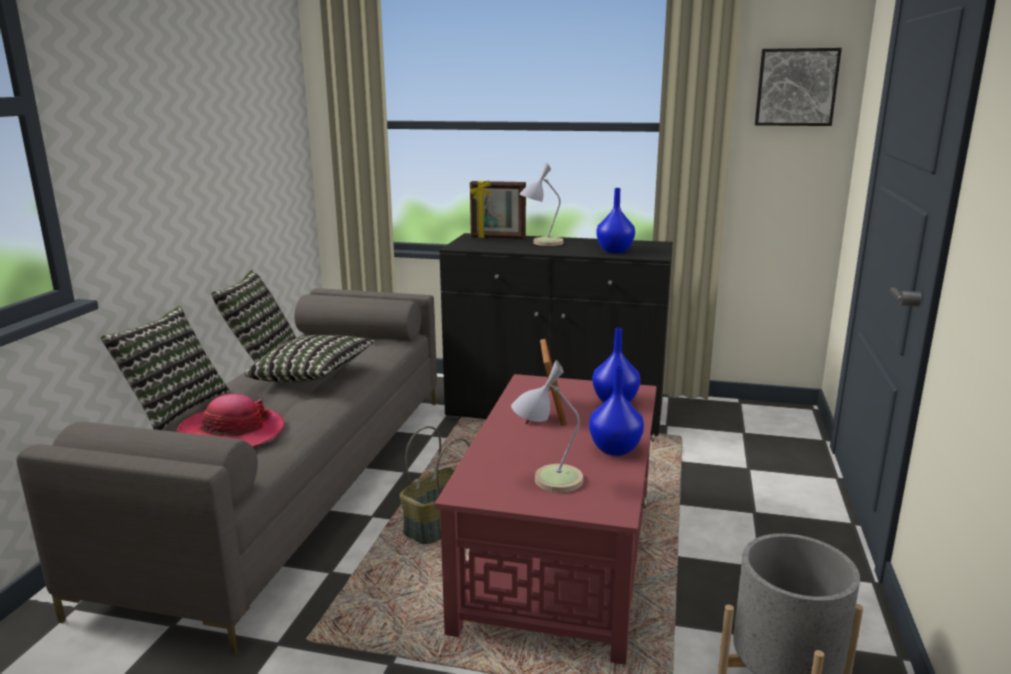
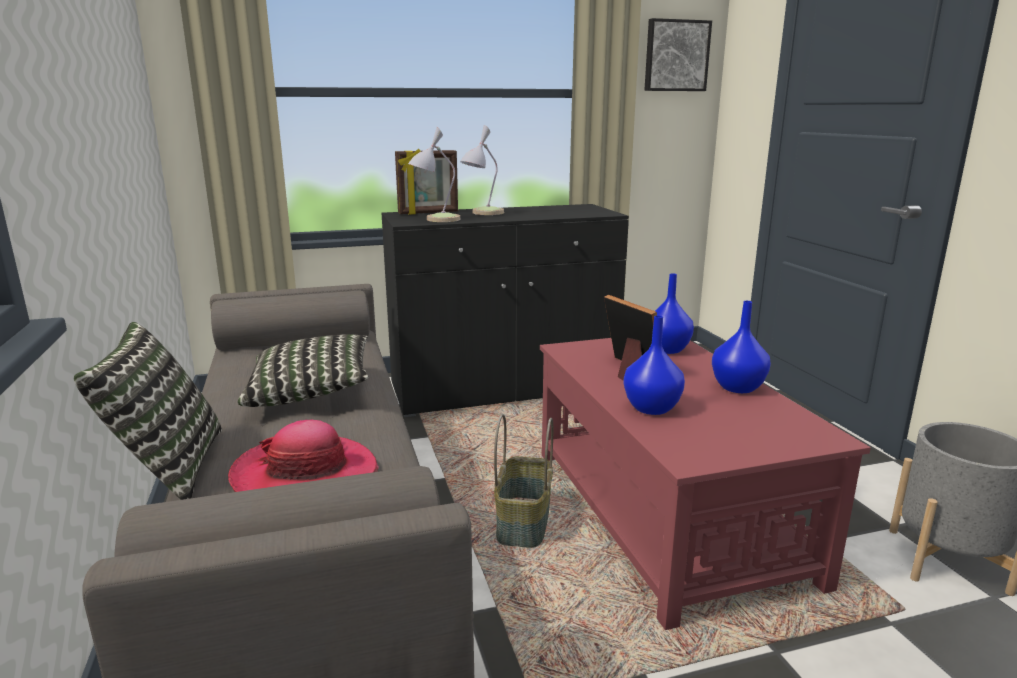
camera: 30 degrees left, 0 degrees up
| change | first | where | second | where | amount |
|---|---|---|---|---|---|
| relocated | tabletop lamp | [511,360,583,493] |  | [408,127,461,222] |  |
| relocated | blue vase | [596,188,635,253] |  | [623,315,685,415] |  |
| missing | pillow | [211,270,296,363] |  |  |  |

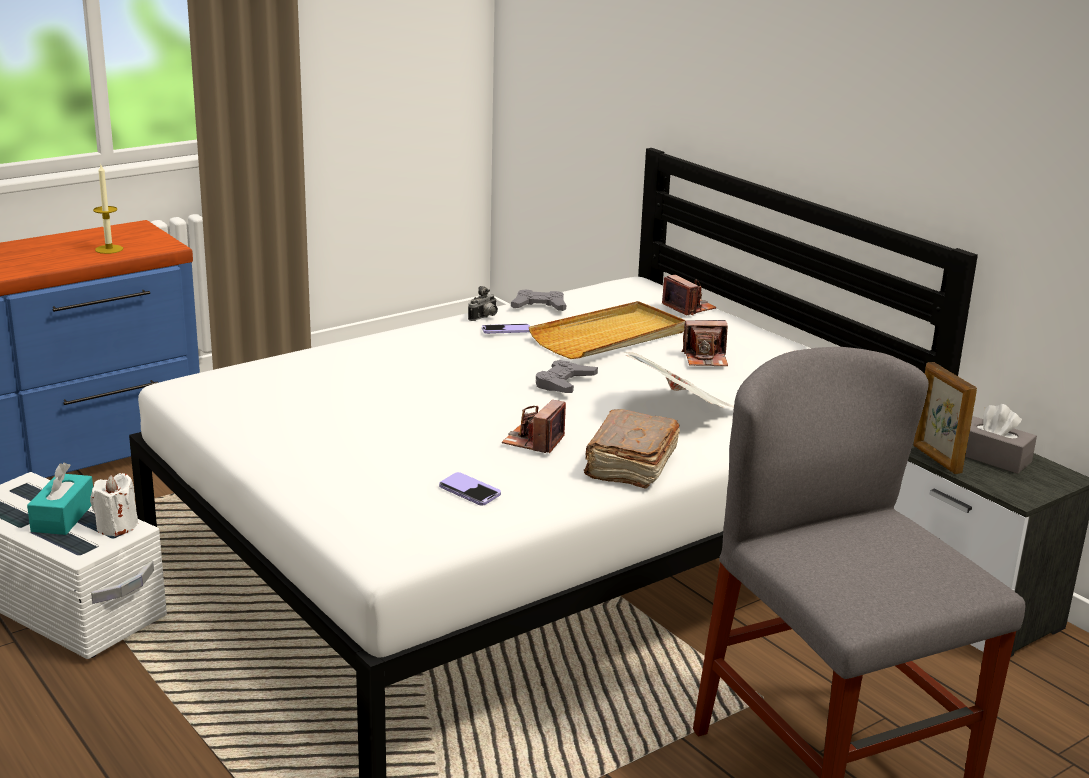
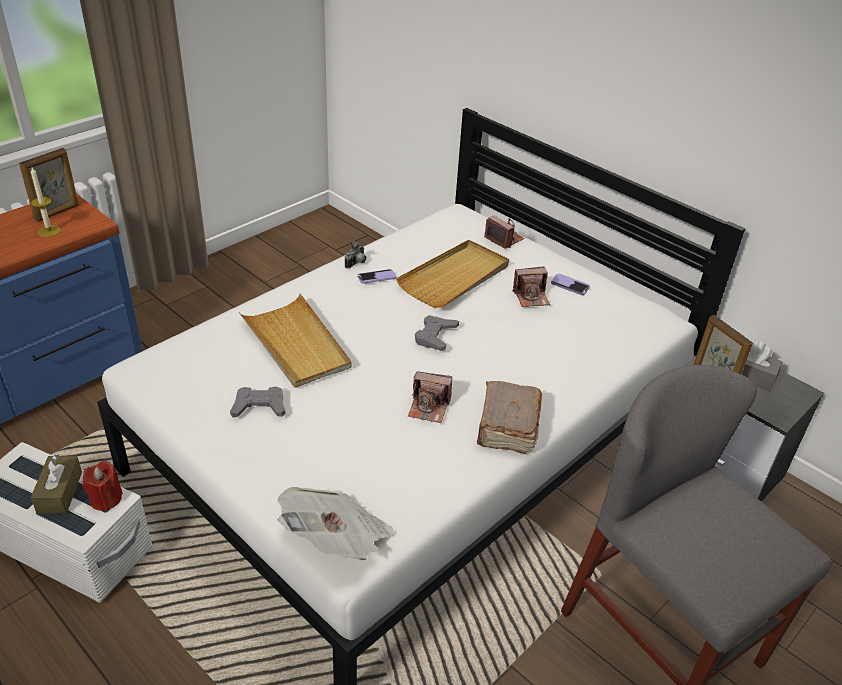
camera: 10 degrees left, 15 degrees up
| change | first | where | second | where | amount |
|---|---|---|---|---|---|
| appeared |  |  | standing frame | [19,148,79,222] |  |
| colour | turquoise box of tissues | [27,462,93,535] | brownish box of tissues | [31,454,82,514] |  |
| colour | whitish wax light | [90,473,138,537] | reddish wax light | [82,461,123,511] |  |
| relocated | grey gamepad | [511,289,566,311] |  | [230,387,286,418] |  |
| appeared |  |  | sand-coloured carrying tray | [239,294,352,388] |  |
| relocated | printed paper | [623,352,734,408] |  | [277,487,394,561] |  |
| spun | photo camera | [502,400,566,453] |  | [408,371,452,423] | 90 degrees counterclockwise |
| relocated | phone | [439,472,501,506] |  | [551,274,590,295] |  |

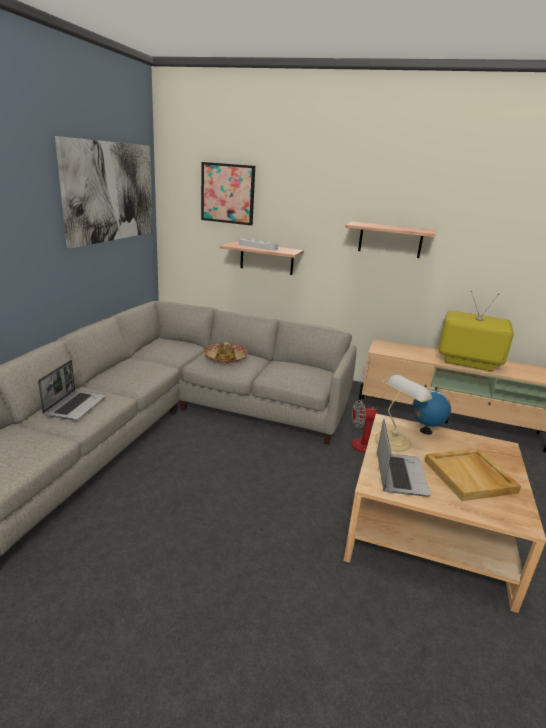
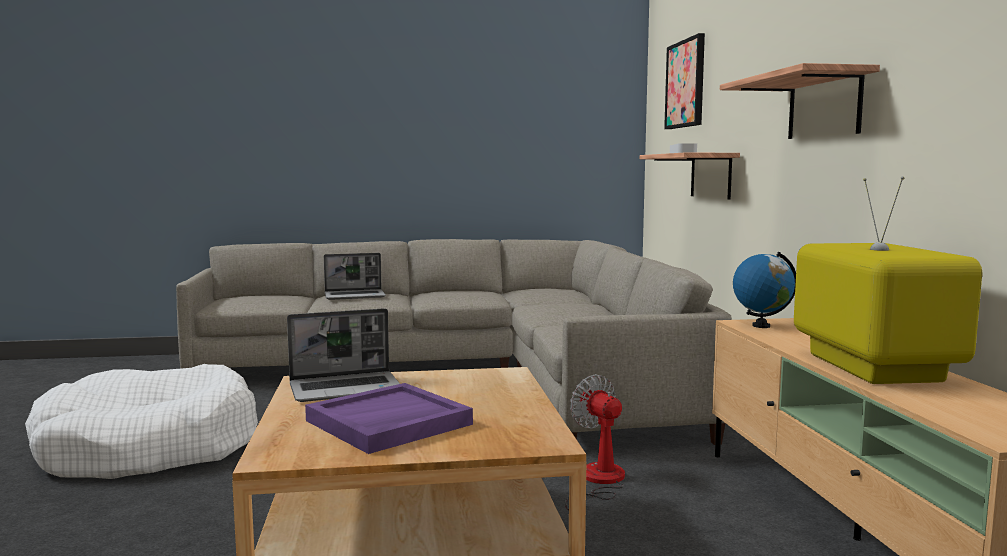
camera: 65 degrees right, 15 degrees down
| change | first | where | second | where | amount |
|---|---|---|---|---|---|
| appeared |  |  | whitish pet bed | [25,364,258,479] |  |
| colour | sand-coloured carrying tray | [425,449,521,501] | purple carrying tray | [305,383,473,454] |  |
| relocated | globe | [412,387,451,435] |  | [733,252,796,328] |  |
| missing | wall picture | [55,136,153,249] |  |  |  |
| missing | hat | [203,342,248,364] |  |  |  |
| missing | tabletop lamp | [375,375,432,451] |  |  |  |

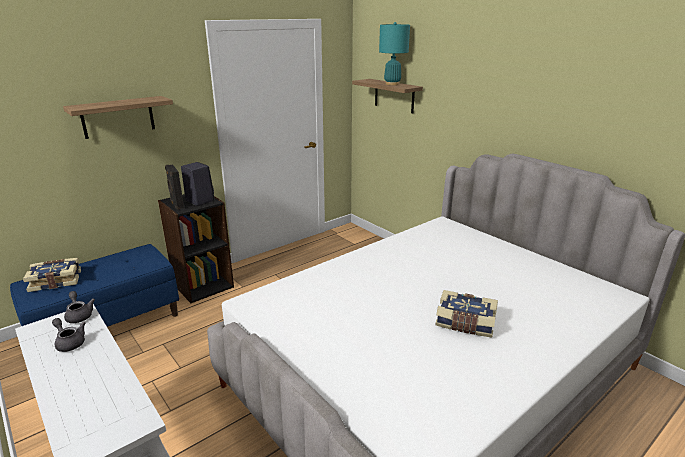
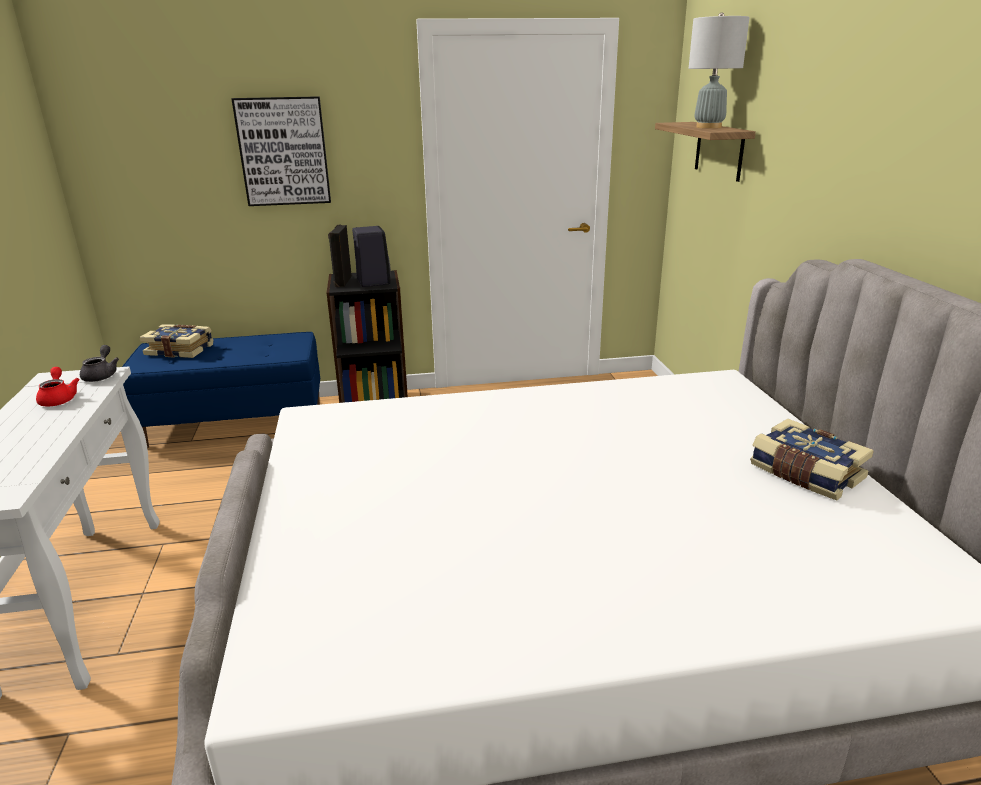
camera: 30 degrees right, 0 degrees up
| change | first | where | second | where | amount |
|---|---|---|---|---|---|
| colour | grey pot for tea | [52,318,85,352] | reddish pot for tea | [36,367,80,407] |  |
| exchanged | shelf | [63,96,173,139] | wall picture | [231,96,331,206] |  |
| colour | turquoise tabletop lamp | [379,22,410,85] | grey tabletop lamp | [688,12,750,128] |  |
| relocated | book | [436,290,498,338] |  | [750,418,874,501] |  |

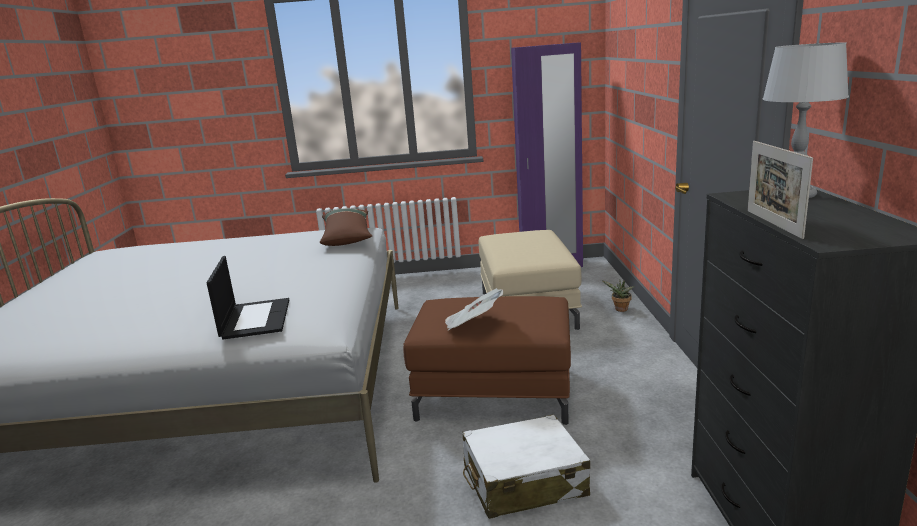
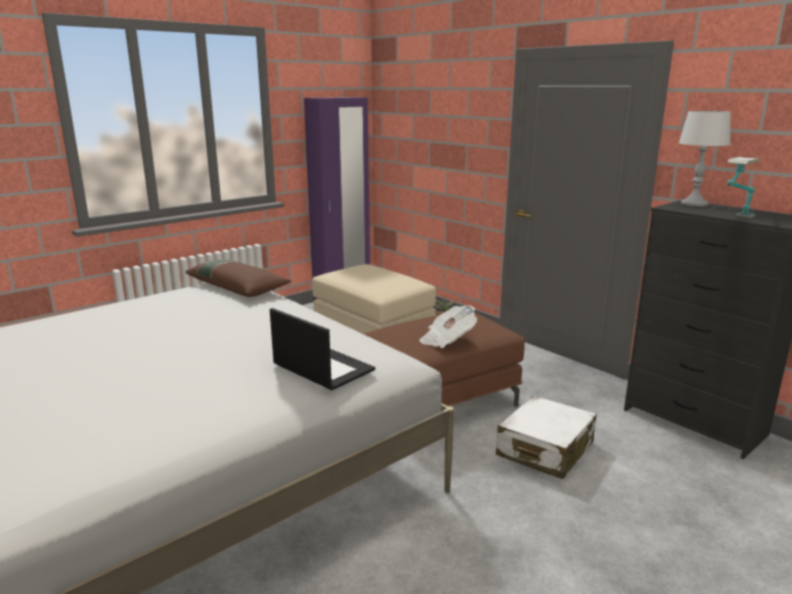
camera: 40 degrees left, 0 degrees up
| change | first | where | second | where | amount |
|---|---|---|---|---|---|
| exchanged | standing frame | [747,141,813,239] | tabletop lamp | [727,157,759,218] |  |

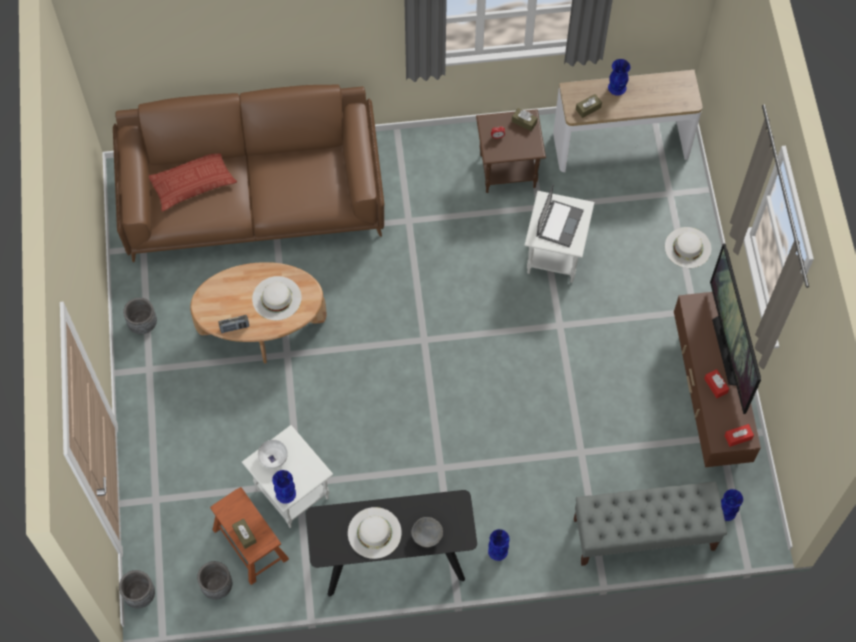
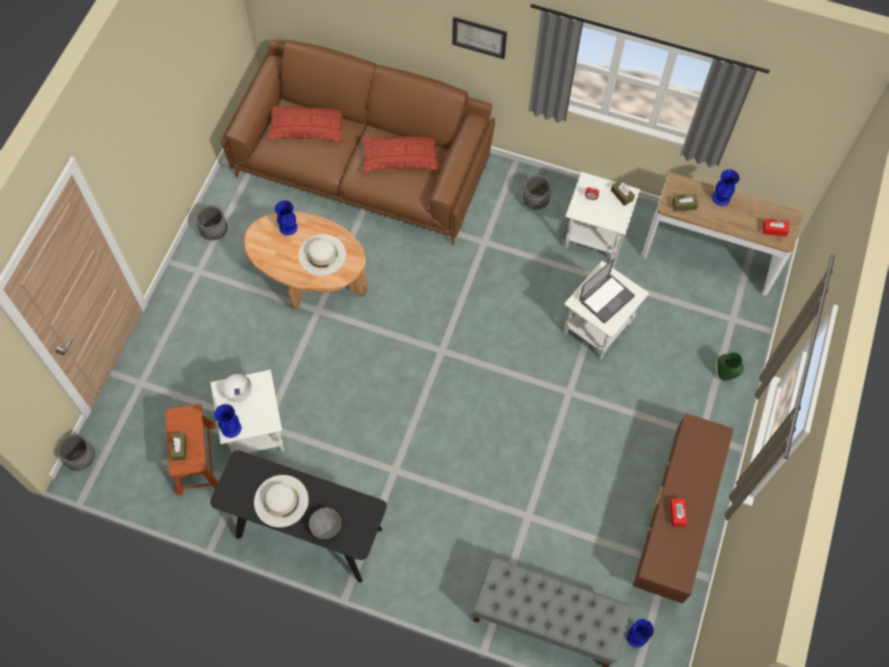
camera: 25 degrees right, 0 degrees up
| change | first | where | second | where | amount |
|---|---|---|---|---|---|
| relocated | blue vase | [488,529,510,561] |  | [275,200,298,236] |  |
| appeared |  |  | pillow | [362,136,440,172] |  |
| appeared |  |  | wall picture | [452,17,507,59] |  |
| relocated | grey planter | [197,561,232,599] |  | [523,175,552,210] |  |
| colour | brownish side table | [476,109,546,193] | whitish side table | [565,172,640,261] |  |
| exchanged | whitish hat | [665,227,711,268] | greenish vase | [717,352,743,381] |  |
| relocated | reddish box of tissues | [724,424,754,447] |  | [763,218,789,237] |  |
| missing | radio set | [219,315,249,333] |  |  |  |
| missing | TV | [710,243,761,414] |  |  |  |

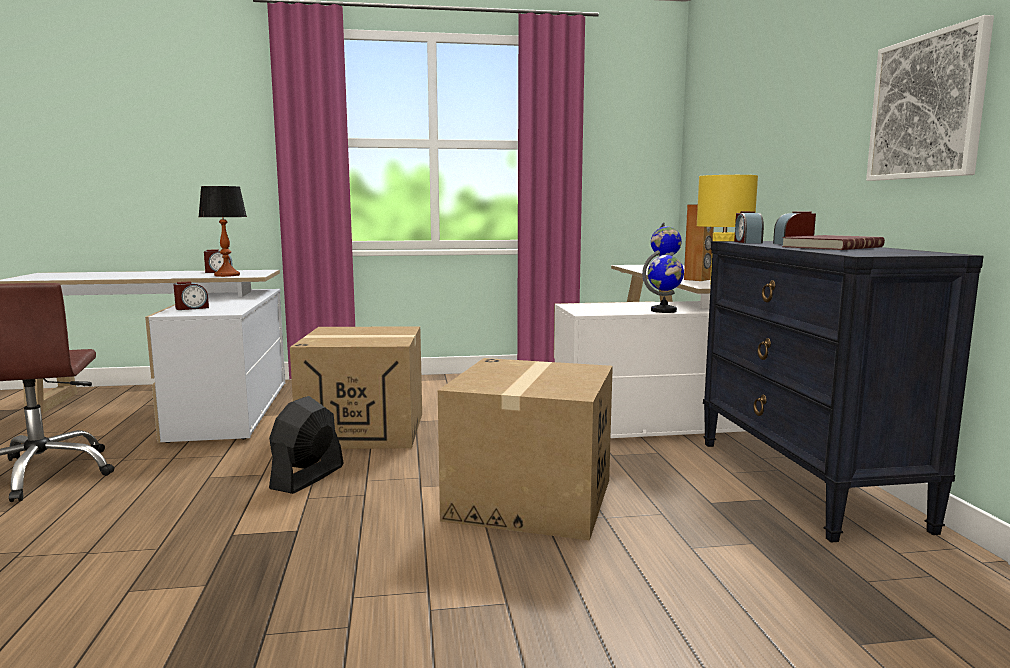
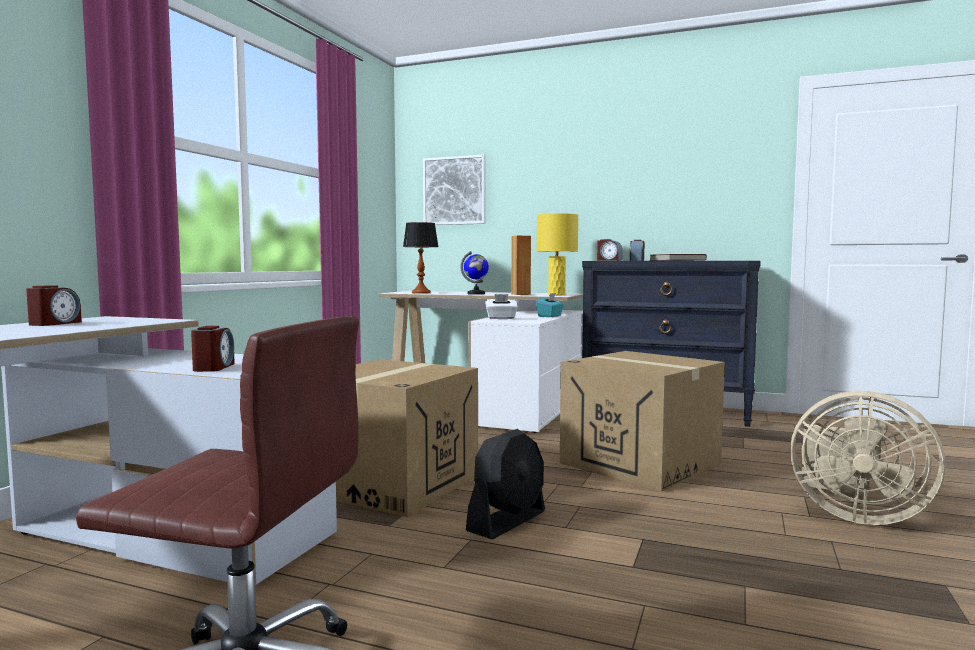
camera: 60 degrees left, 5 degrees down
| change | first | where | second | where | amount |
|---|---|---|---|---|---|
| relocated | tabletop lamp | [199,186,247,277] |  | [403,222,438,294] |  |
| relocated | wall picture | [866,15,994,181] |  | [423,154,486,225] |  |
| spun | black-coloured fan | [269,396,344,494] |  | [466,429,545,539] | 105 degrees counterclockwise |
| appeared |  |  | whitish box of tissues | [485,294,518,319] |  |
| exchanged | globe | [642,250,684,313] | turquoise box of tissues | [536,293,564,317] |  |
| appeared |  |  | sand-coloured fan | [790,391,946,525] |  |

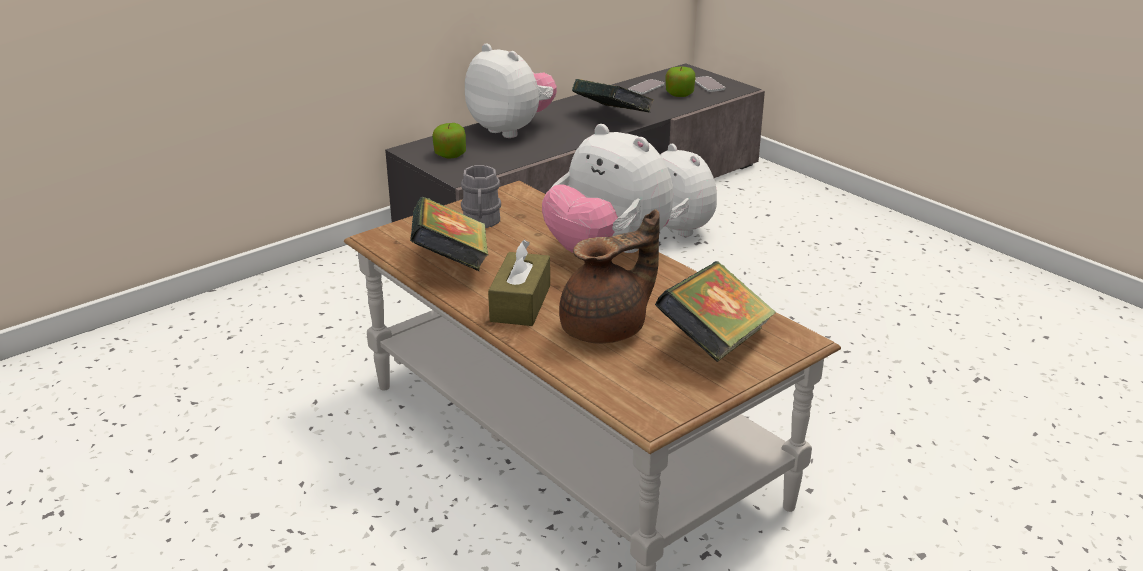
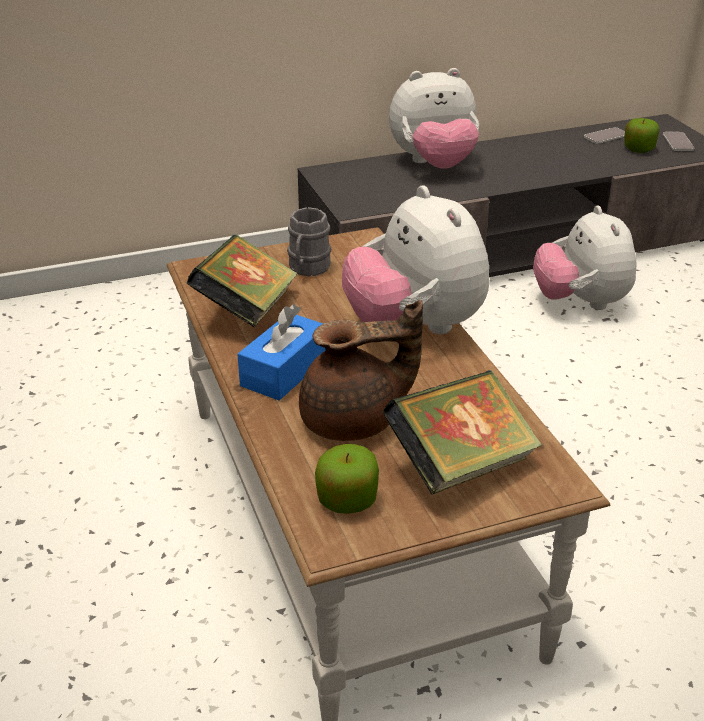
camera: 20 degrees right, 5 degrees up
| change | first | where | second | where | amount |
|---|---|---|---|---|---|
| colour | brownish box of tissues | [488,240,550,326] | blue box of tissues | [238,304,326,400] |  |
| relocated | whole apple | [432,123,466,159] |  | [315,444,379,514] |  |
| spun | plush toy | [465,43,557,138] |  | [389,68,479,169] | 105 degrees clockwise |
| missing | book | [572,79,654,112] |  |  |  |

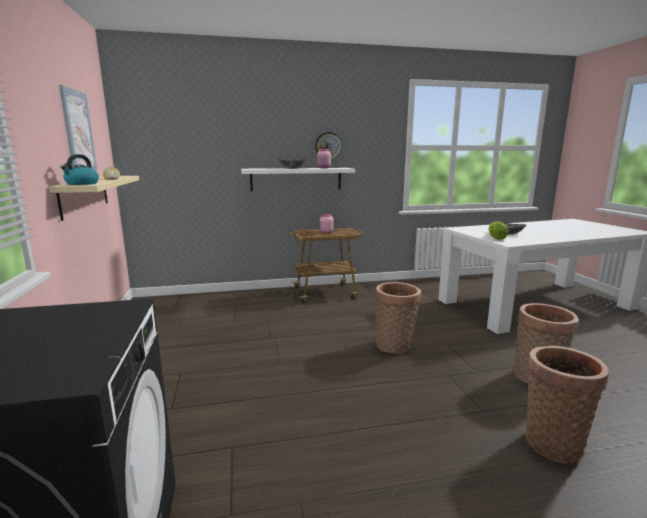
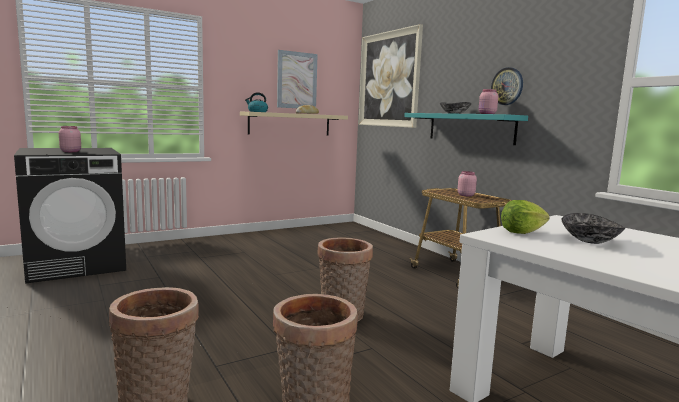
camera: 70 degrees right, 5 degrees down
| change | first | where | second | where | amount |
|---|---|---|---|---|---|
| appeared |  |  | pink-coloured preserve jar | [59,126,81,152] |  |
| appeared |  |  | wall picture | [358,24,423,128] |  |
| colour | whitish shelf | [241,168,355,191] | turquoise shelf | [404,113,528,145] |  |

